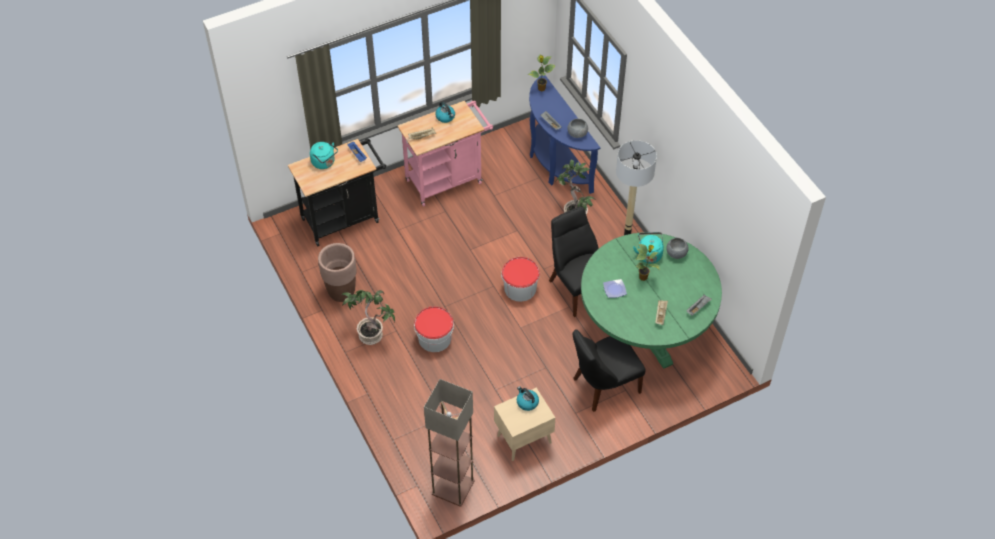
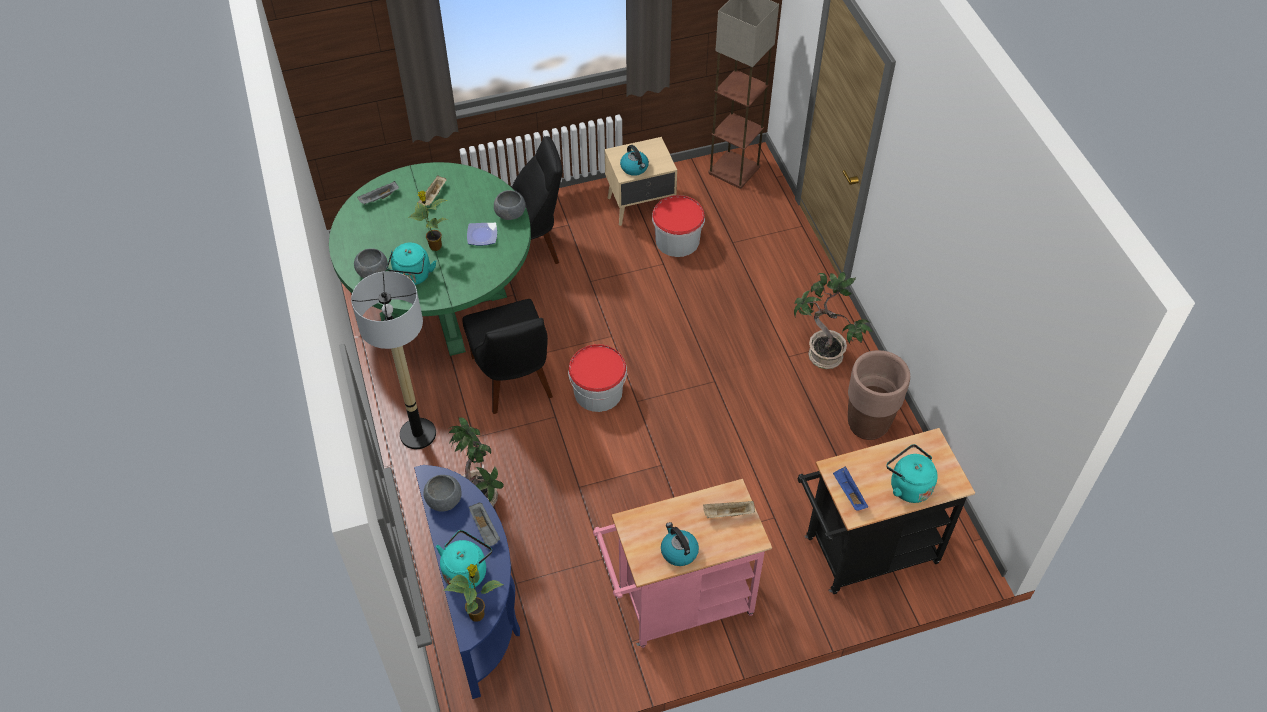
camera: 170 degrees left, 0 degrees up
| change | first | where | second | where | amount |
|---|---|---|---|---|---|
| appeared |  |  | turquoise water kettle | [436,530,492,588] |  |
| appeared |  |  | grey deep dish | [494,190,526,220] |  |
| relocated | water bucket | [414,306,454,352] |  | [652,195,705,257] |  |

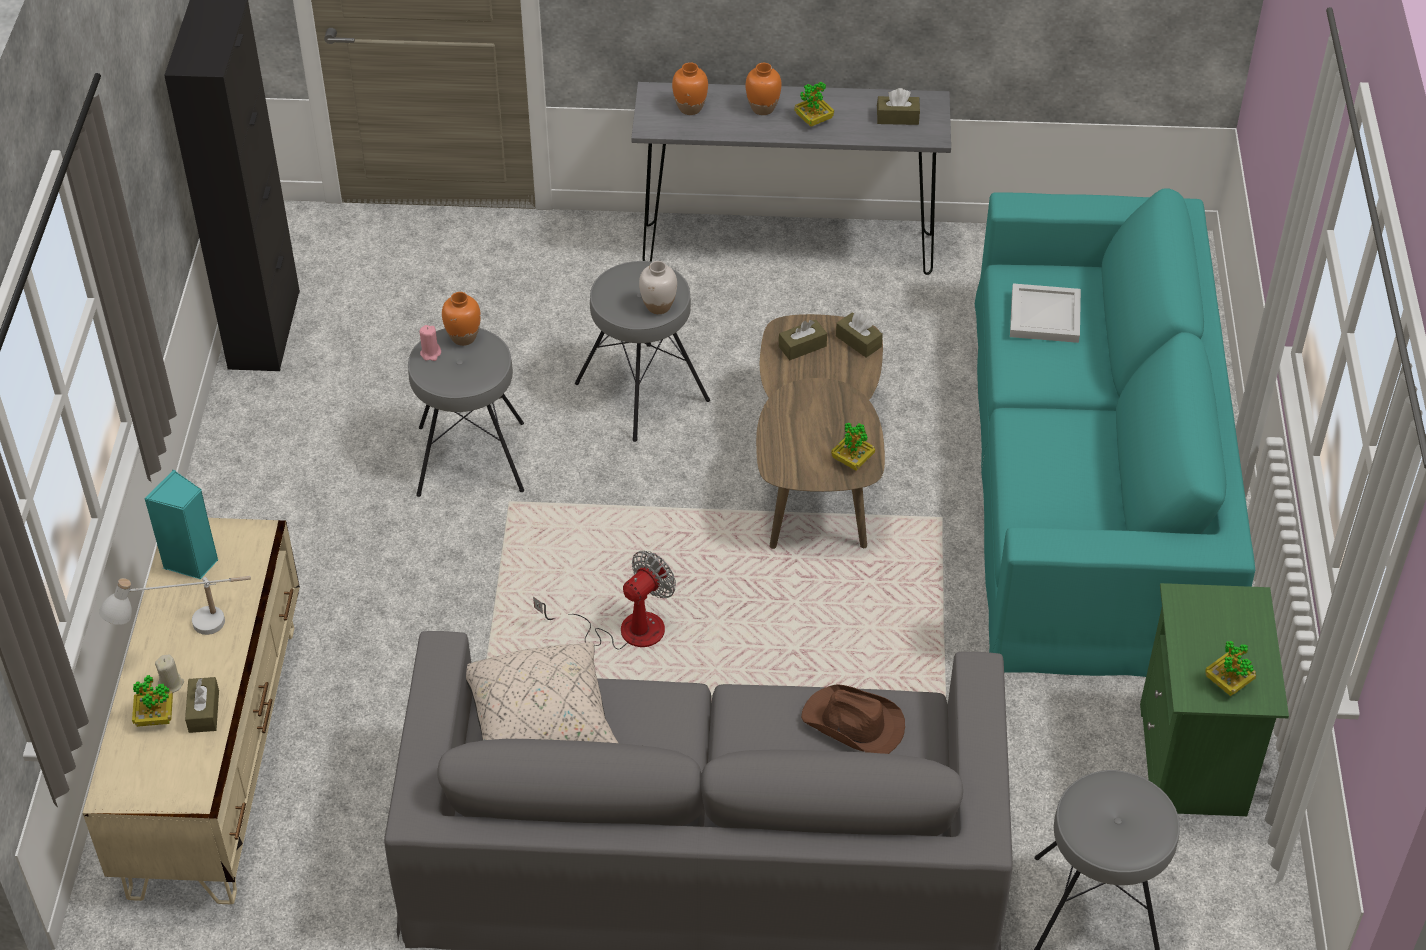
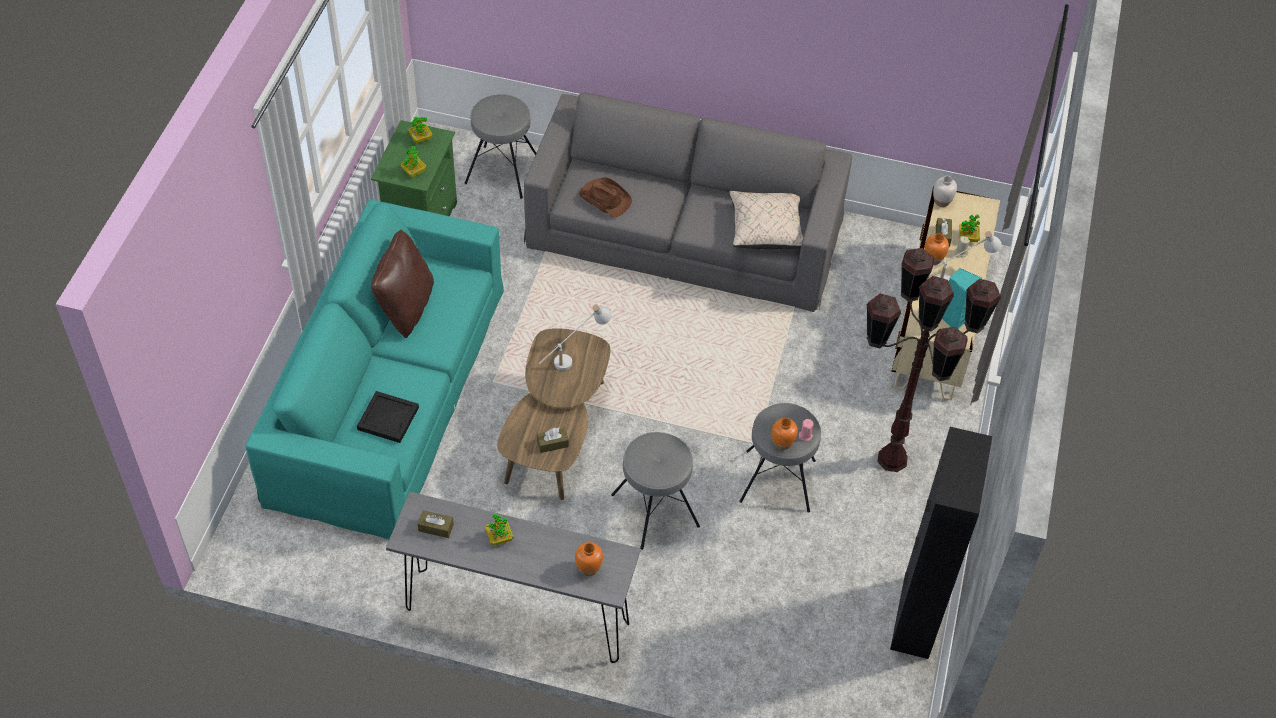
camera: 170 degrees left, 5 degrees up
| change | first | where | second | where | amount |
|---|---|---|---|---|---|
| colour | whitish carrying tray | [1010,283,1081,343] | black-coloured carrying tray | [357,391,419,443] |  |
| appeared |  |  | brownish pillow | [371,230,434,338] |  |
| relocated | potted plant | [831,423,875,471] |  | [401,146,427,178] |  |
| appeared |  |  | whitish tabletop lamp | [539,304,612,371] |  |
| appeared |  |  | brownish floor lamp | [866,248,1001,472] |  |
| relocated | orange-coloured vase | [746,63,781,115] |  | [924,233,949,265] |  |
| relocated | whitish vase | [639,261,677,314] |  | [933,176,957,207] |  |
| missing | fan | [533,551,676,650] |  |  |  |
| missing | brownish box of tissues | [836,313,883,358] |  |  |  |

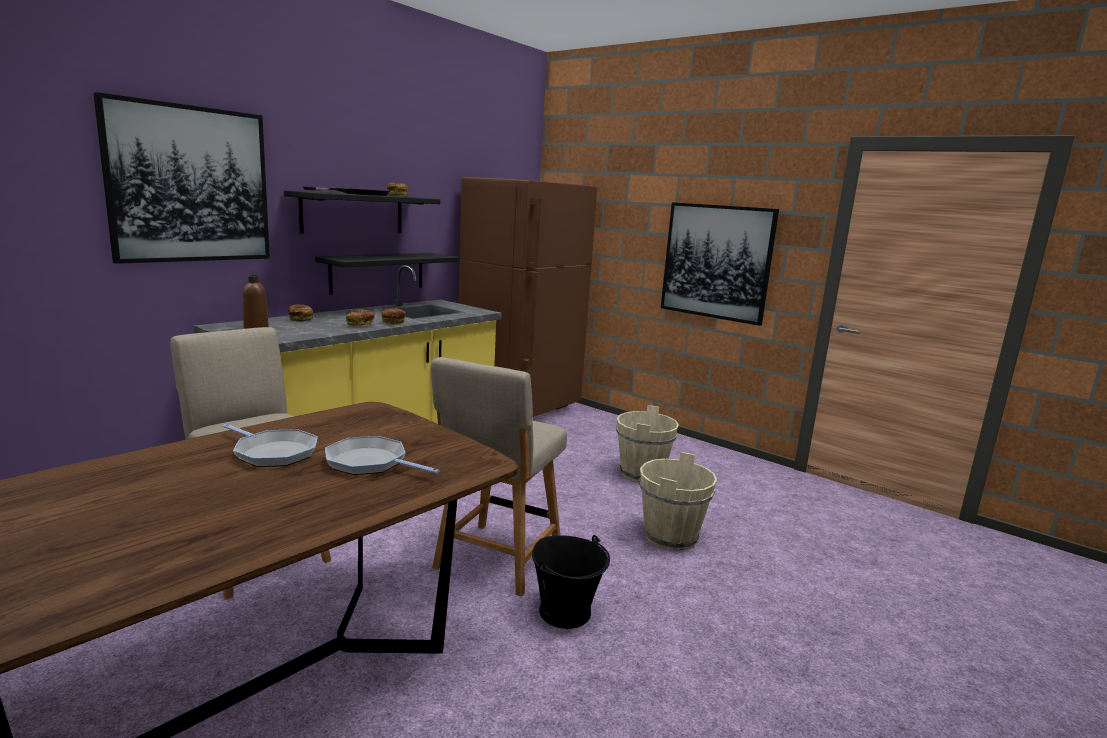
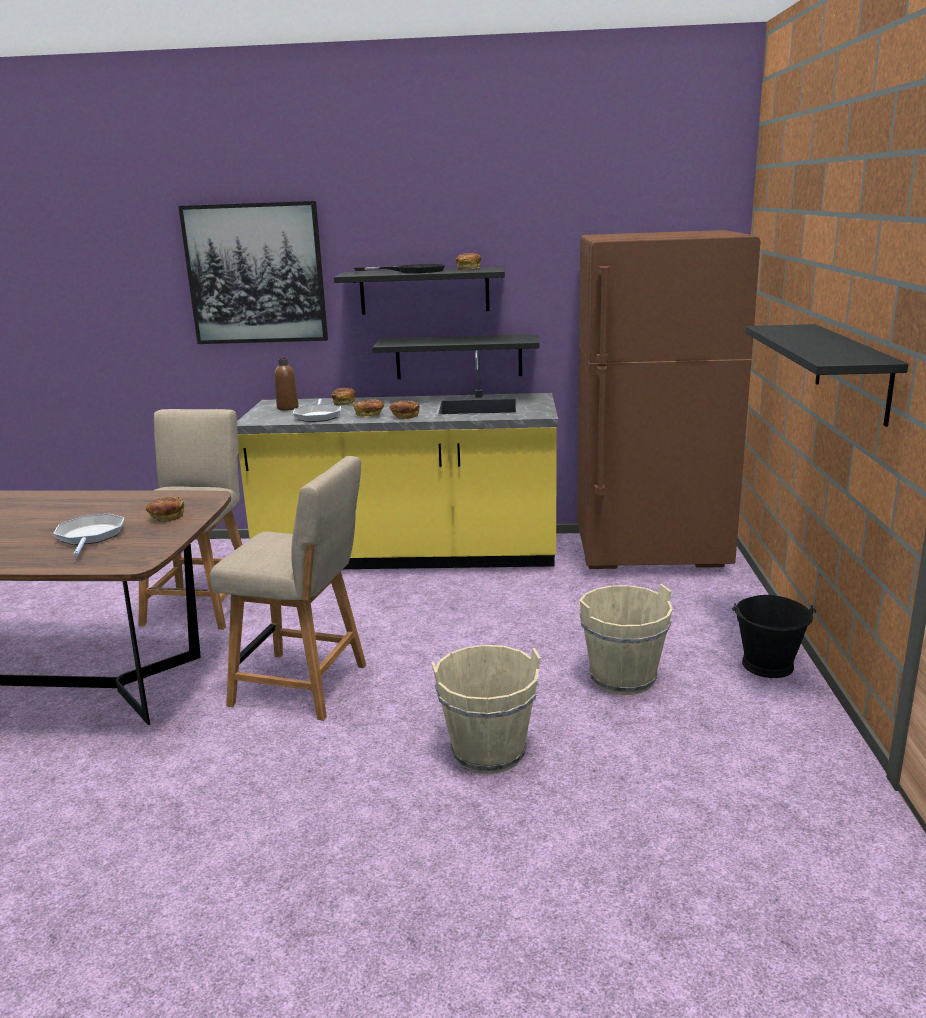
camera: 55 degrees right, 5 degrees up
| change | first | where | second | where | amount |
|---|---|---|---|---|---|
| appeared |  |  | bakery bread | [146,496,184,522] |  |
| spun | sand-coloured upright chair | [430,357,567,597] |  | [210,456,366,721] | 150 degrees counterclockwise |
| relocated | pan | [223,424,318,467] |  | [293,398,341,422] |  |
| relocated | black-coloured water bucket | [532,535,610,629] |  | [732,595,816,678] |  |
| exchanged | wall picture | [661,202,779,326] | black-coloured shelf | [746,324,908,427] |  |

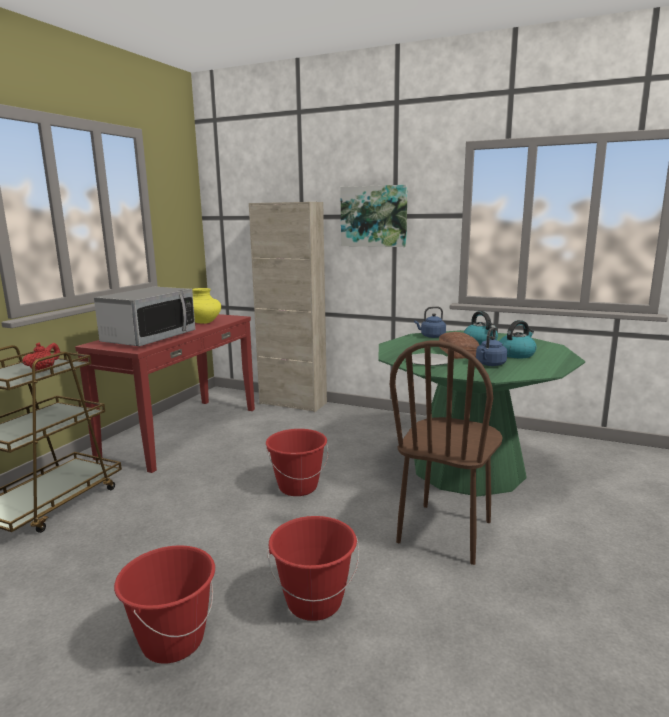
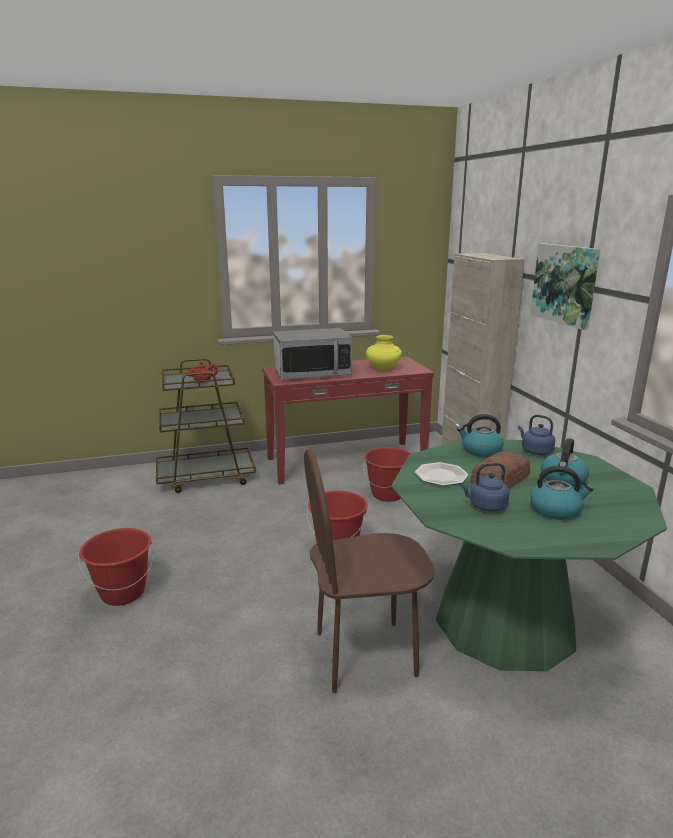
camera: 50 degrees right, 5 degrees up
| change | first | where | second | where | amount |
|---|---|---|---|---|---|
| relocated | reddish water bucket | [267,516,359,621] |  | [363,447,411,502] |  |
| appeared |  |  | water kettle | [457,414,504,457] |  |

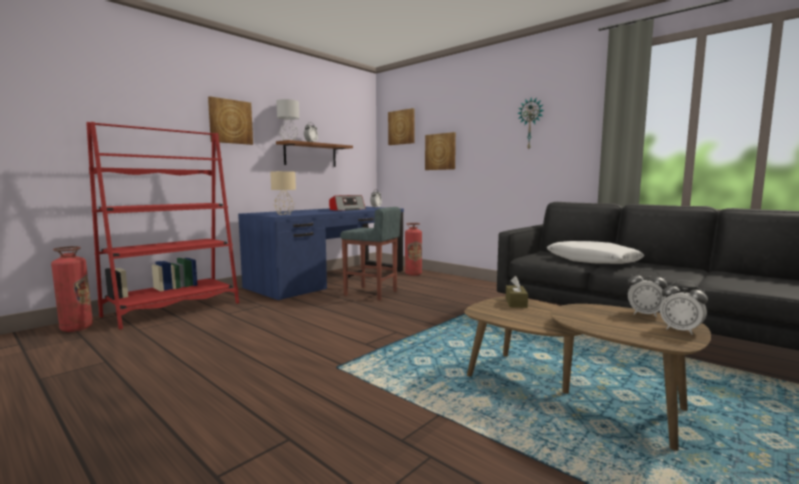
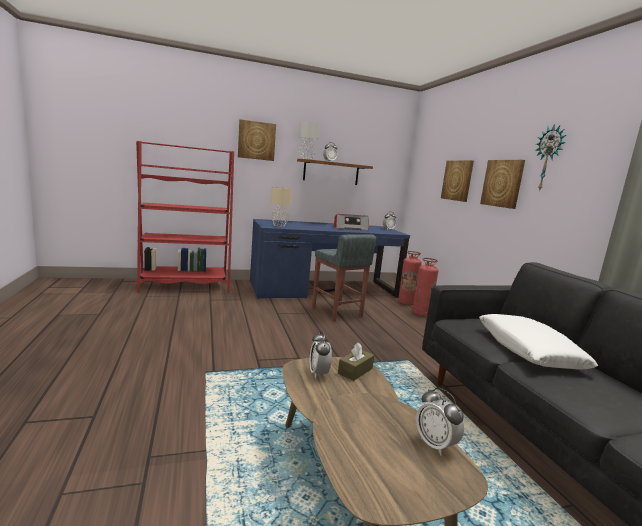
camera: 30 degrees right, 5 degrees up
| change | first | where | second | where | amount |
|---|---|---|---|---|---|
| relocated | bedside clock | [660,280,708,335] |  | [309,331,332,378] |  |
| relocated | fire extinguisher | [51,246,93,332] |  | [412,258,439,317] |  |
| relocated | wall picture | [388,108,415,145] |  | [480,160,525,209] |  |

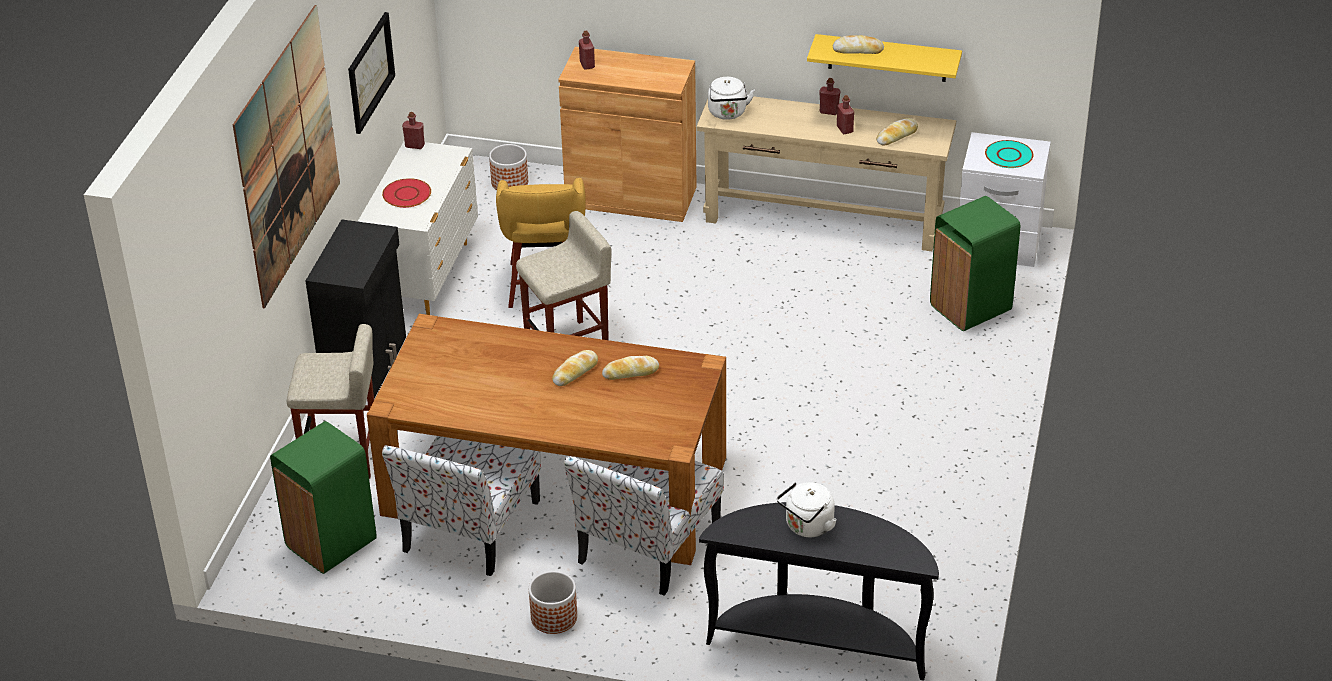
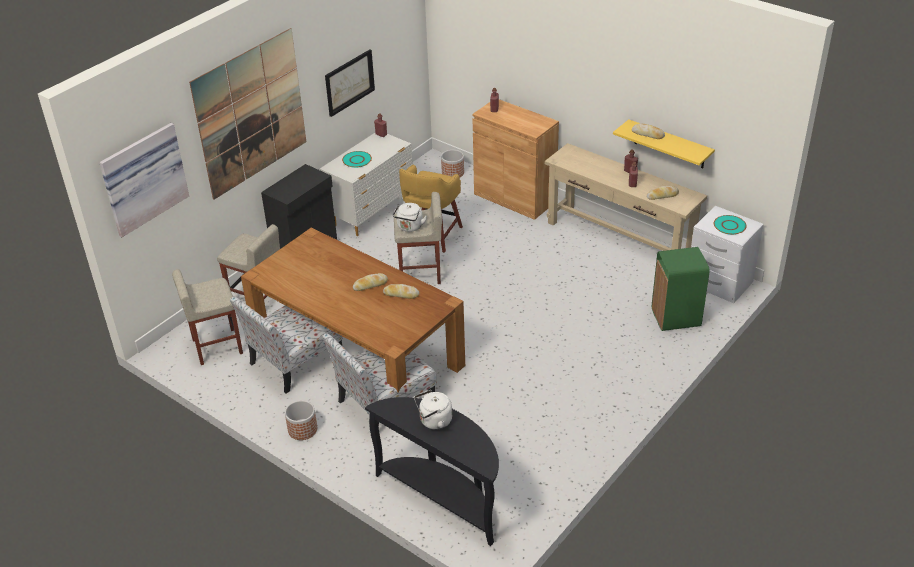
camera: 25 degrees right, 0 degrees up
| change | first | where | second | where | amount |
|---|---|---|---|---|---|
| appeared |  |  | wall picture | [99,123,189,237] |  |
| exchanged | greenish trash can | [270,421,377,574] | sand-coloured stool | [172,269,243,365] |  |
| colour | reddish flat dish | [382,178,431,208] | turquoise flat dish | [342,151,372,168] |  |
| relocated | whitish water kettle | [708,77,755,120] |  | [393,203,427,232] |  |

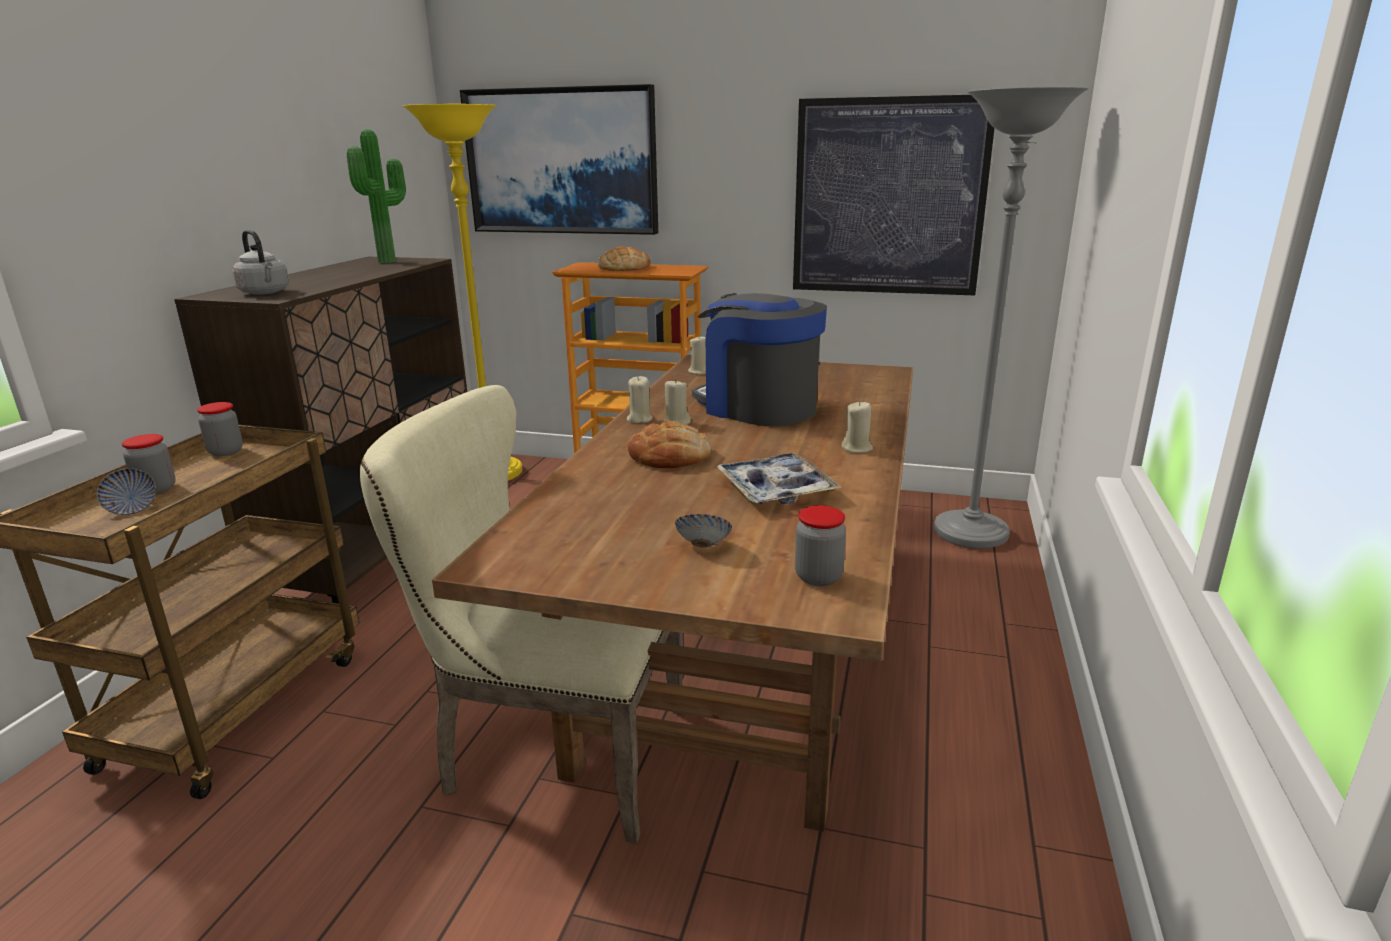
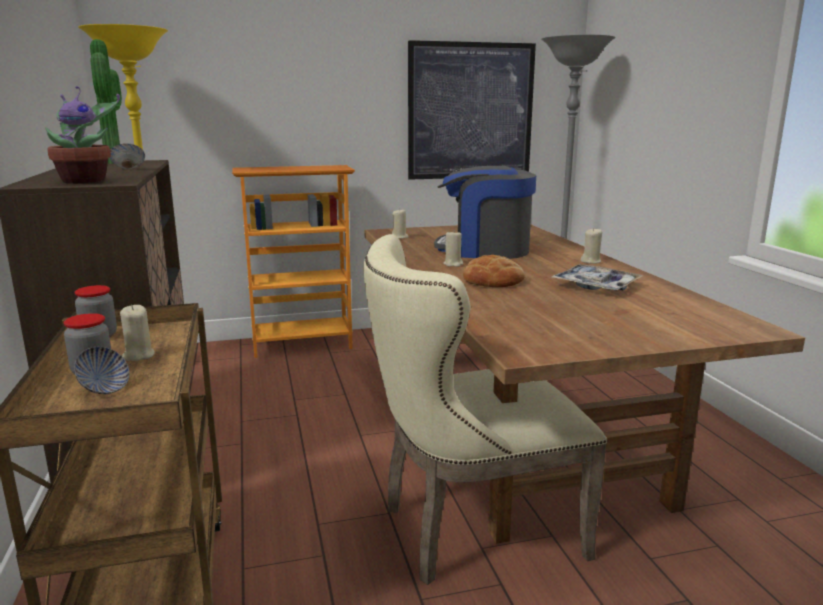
camera: 30 degrees left, 5 degrees down
| change | first | where | second | where | amount |
|---|---|---|---|---|---|
| exchanged | grey water kettle | [232,230,289,295] | potted plant | [45,86,120,184] |  |
| relocated | deep dish | [675,514,732,548] |  | [110,143,145,169] |  |
| relocated | sand-coloured wax light | [627,376,653,423] |  | [120,305,155,361] |  |
| missing | wall picture | [460,84,658,235] |  |  |  |
| missing | bakery bread | [598,246,650,271] |  |  |  |
| missing | preserve jar | [795,505,846,586] |  |  |  |

